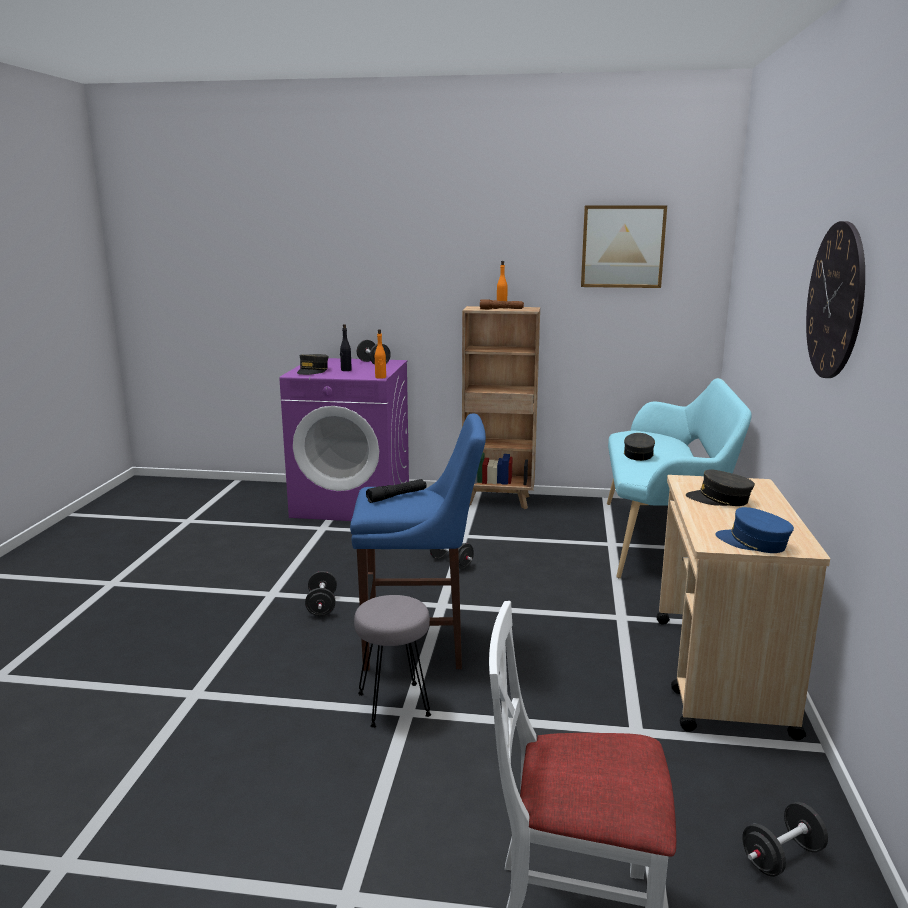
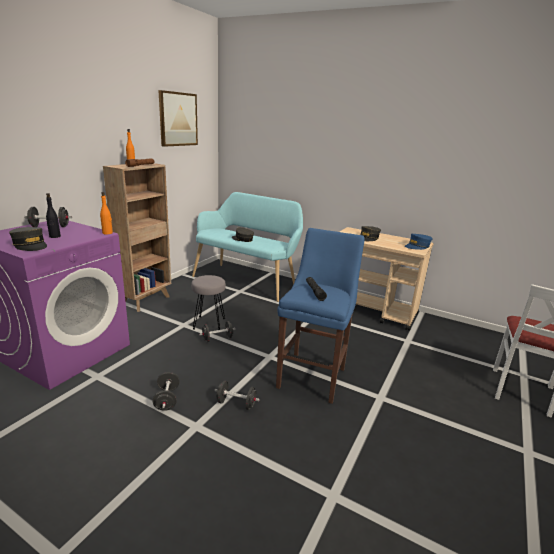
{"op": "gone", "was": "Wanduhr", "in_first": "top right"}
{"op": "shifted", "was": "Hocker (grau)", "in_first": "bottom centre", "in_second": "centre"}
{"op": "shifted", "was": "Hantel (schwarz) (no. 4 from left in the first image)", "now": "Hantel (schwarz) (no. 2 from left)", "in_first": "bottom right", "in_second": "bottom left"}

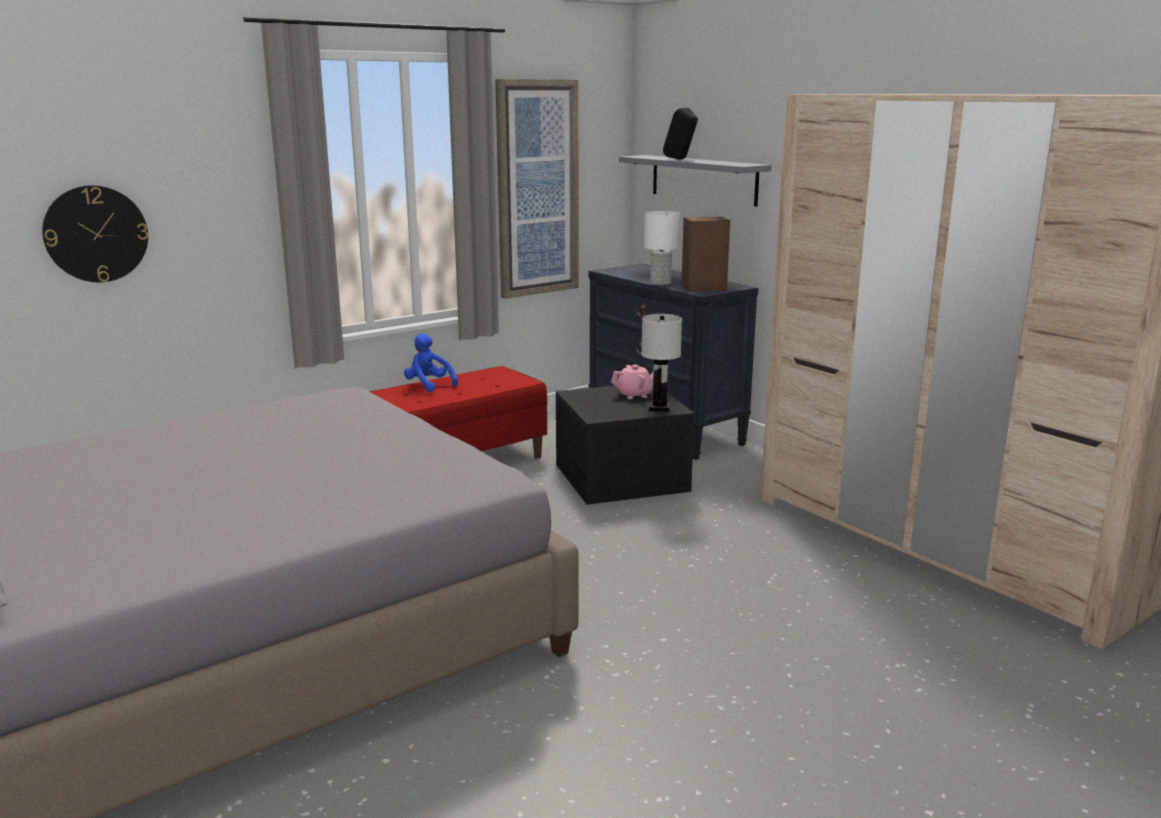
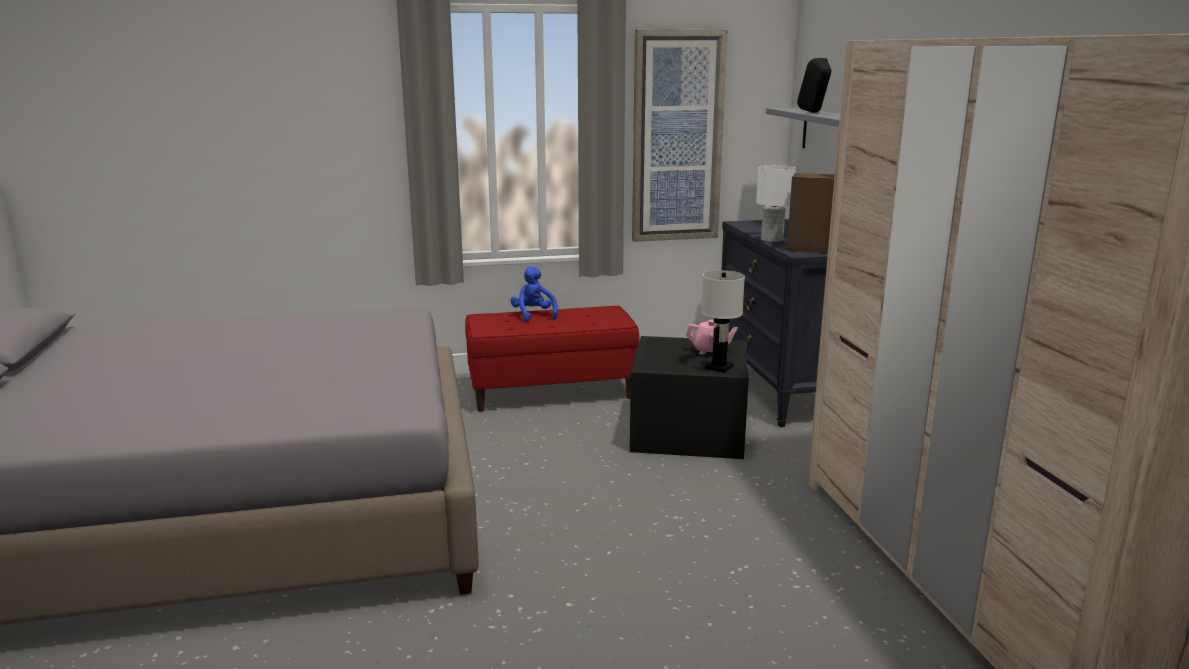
{"op": "gone", "was": "Wanduhr", "in_first": "top left"}

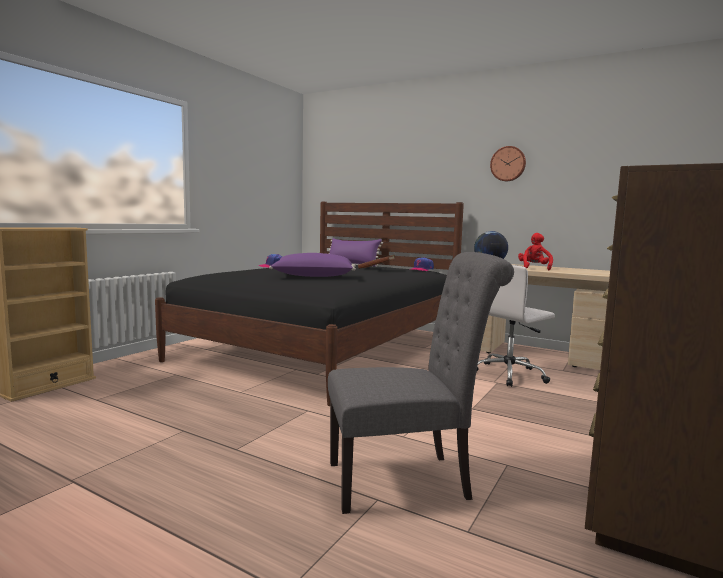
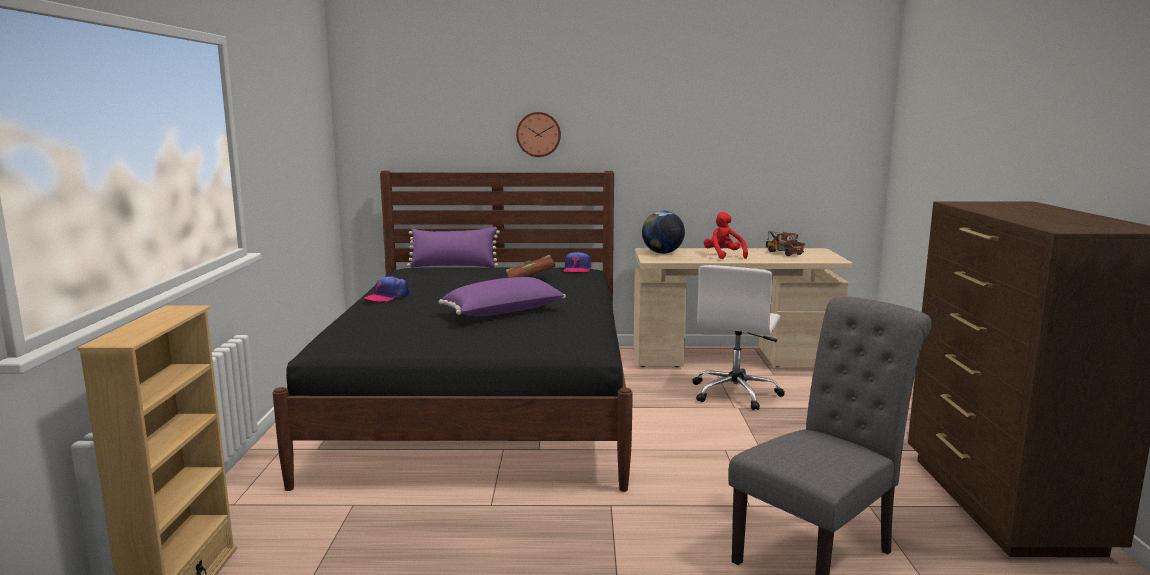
{"op": "new", "now": "Spielzeuglaster", "in_second": "middle right"}
{"op": "shifted", "was": "Wanduhr", "in_first": "top right", "in_second": "top centre"}

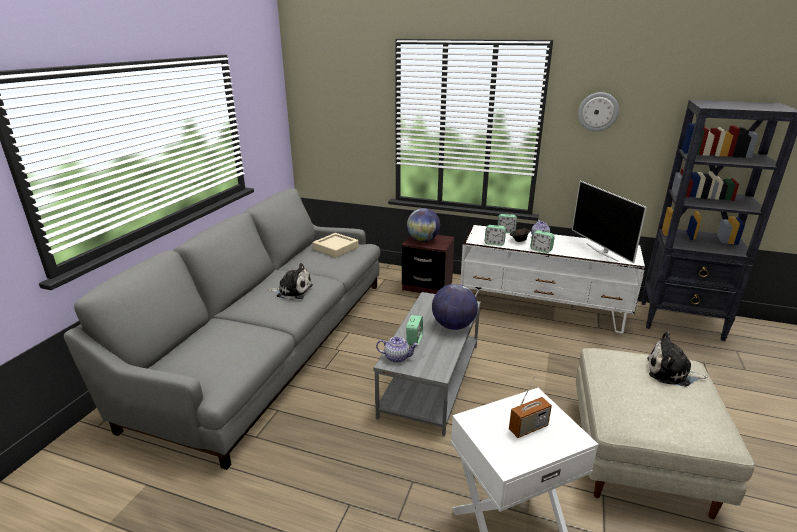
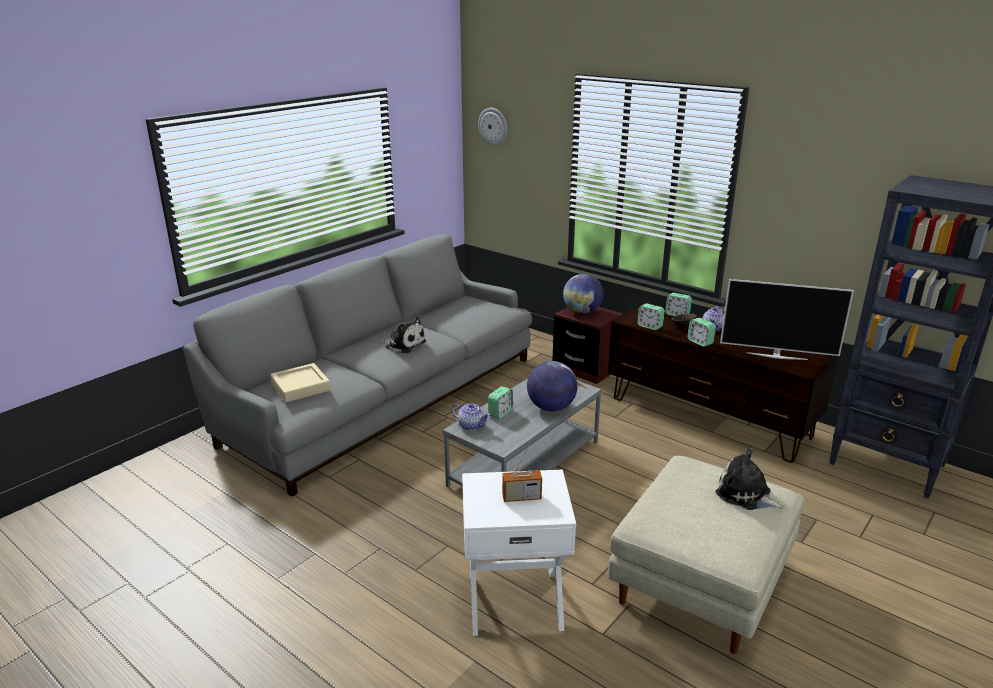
{"op": "shifted", "was": "Tablett (beige)", "in_first": "centre", "in_second": "middle left"}
{"op": "shifted", "was": "Wanduhr", "in_first": "top right", "in_second": "top centre"}
{"op": "repainted", "was": "Fernsehschrank (weiß)", "now": "Fernsehschrank (braun)", "in_first": "middle right", "in_second": "middle right"}
{"op": "rotated", "was": "Fernseher", "in_first": "middle right", "in_second": "middle right", "clockwise": -75}

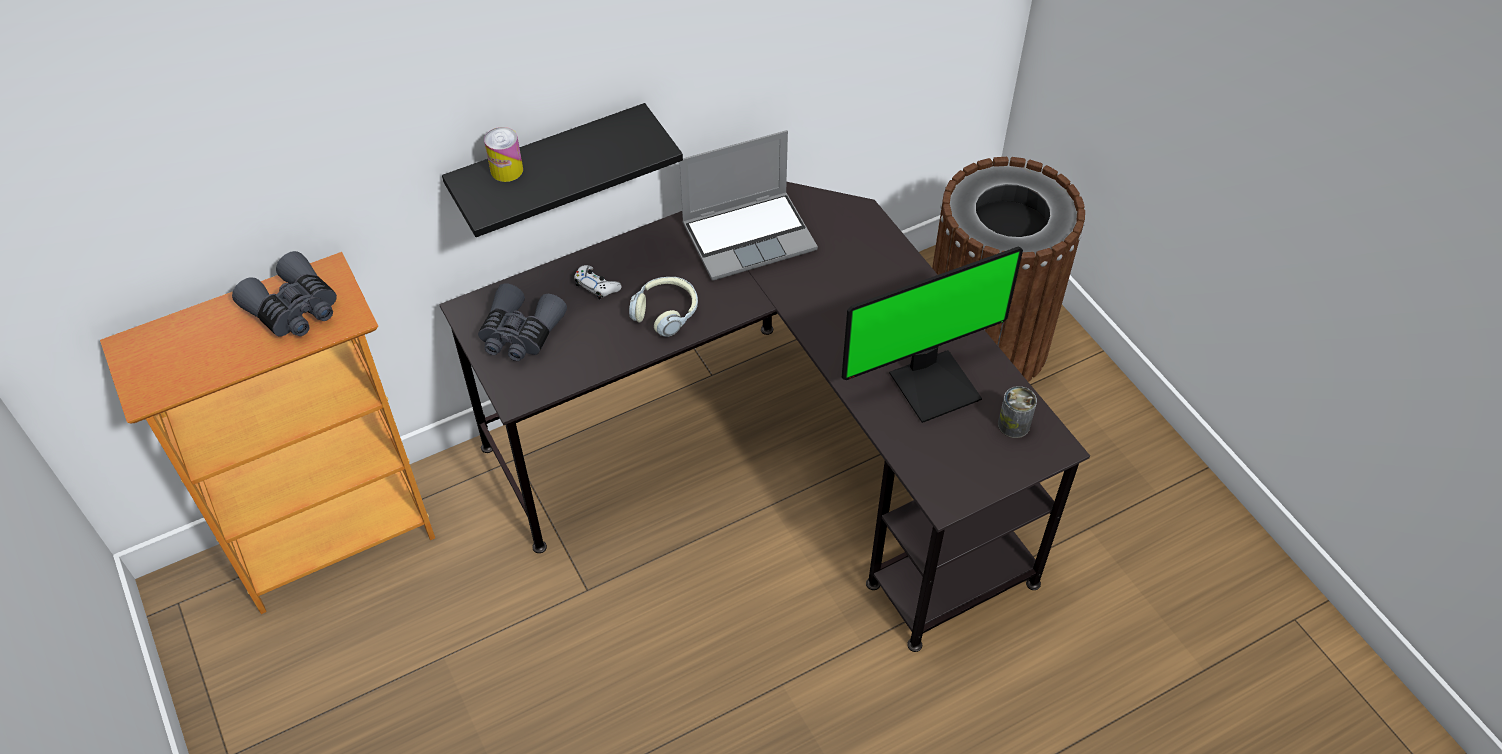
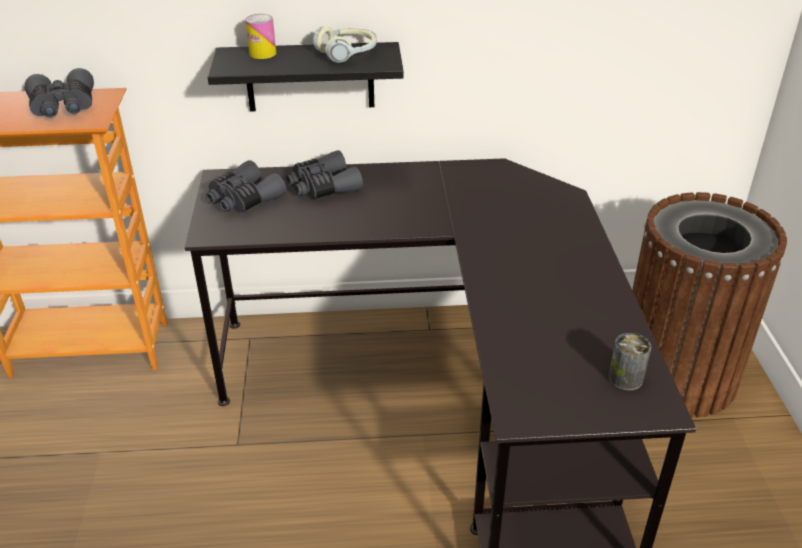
{"op": "gone", "was": "Laptop", "in_first": "top centre"}
{"op": "gone", "was": "Monitor", "in_first": "centre"}
{"op": "shifted", "was": "Kopfhörer", "in_first": "centre", "in_second": "top centre"}
{"op": "swapped", "was": "Gamepad (weiß)", "now": "Fernglas (grau) (no. 3 from left)", "in_first": "centre", "in_second": "top centre"}

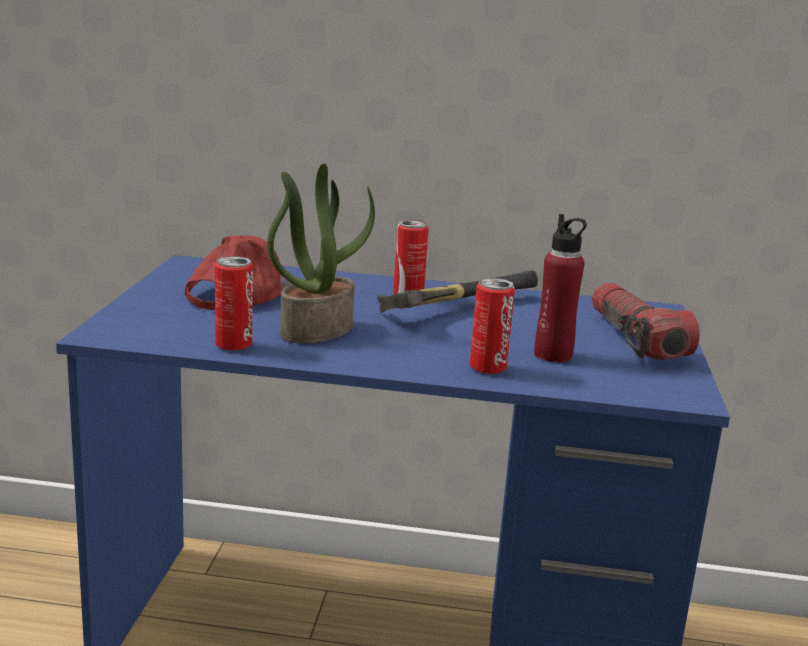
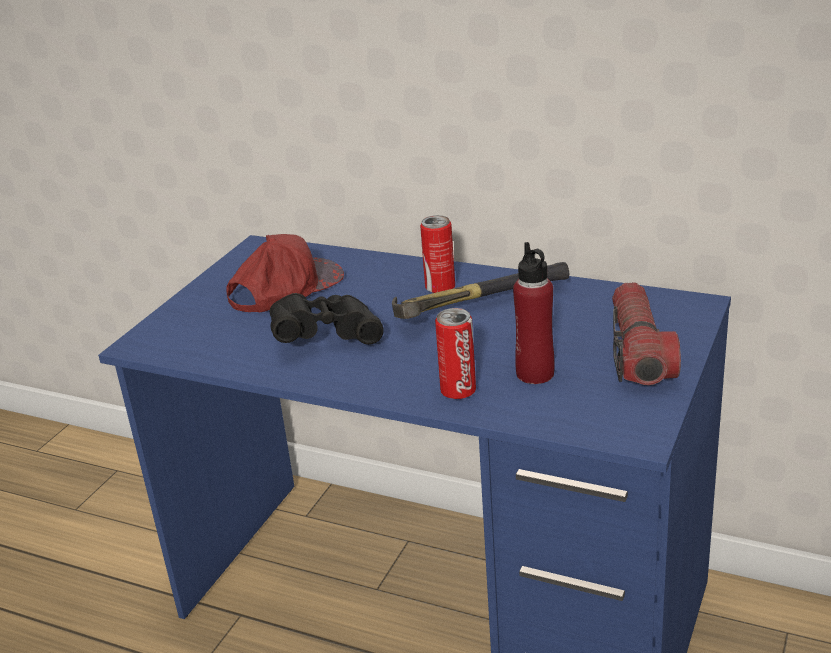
{"op": "gone", "was": "Dose (no. 1 from left)", "in_first": "middle left"}
{"op": "swapped", "was": "Topfpflanze", "now": "Fernglas (schwarz)", "in_first": "centre", "in_second": "centre"}

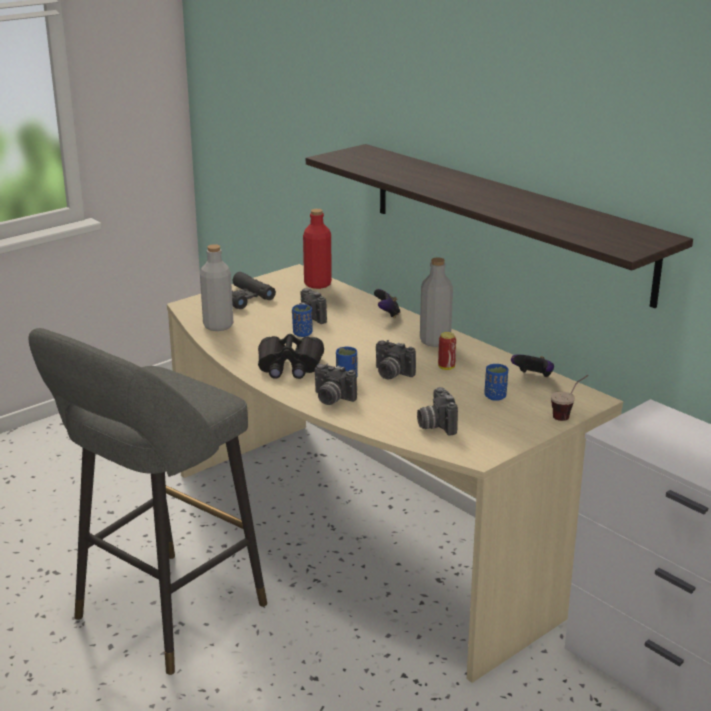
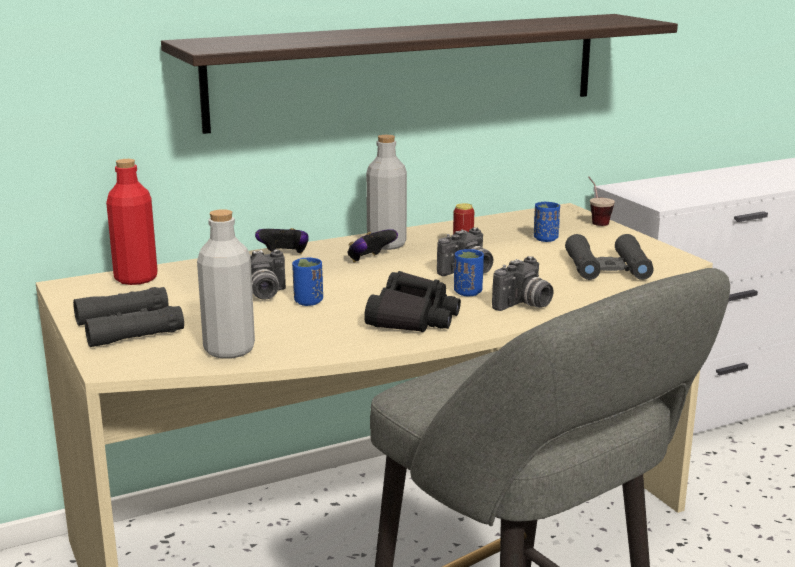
{"op": "shifted", "was": "Gamepad (no. 2 from left)", "in_first": "middle right", "in_second": "centre"}
{"op": "swapped", "was": "Kamera (no. 4 from left)", "now": "Fernglas (schwarz) (no. 3 from left)", "in_first": "centre", "in_second": "middle right"}

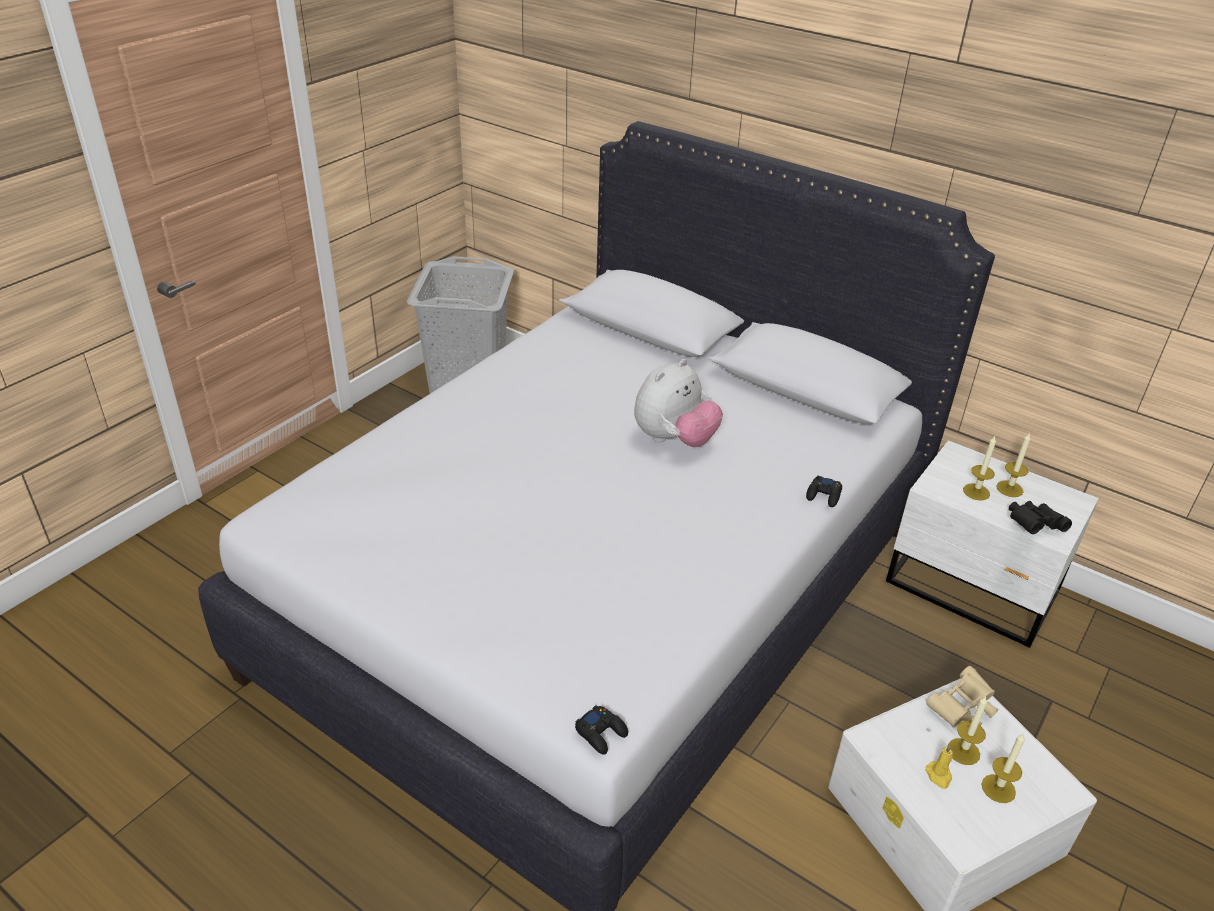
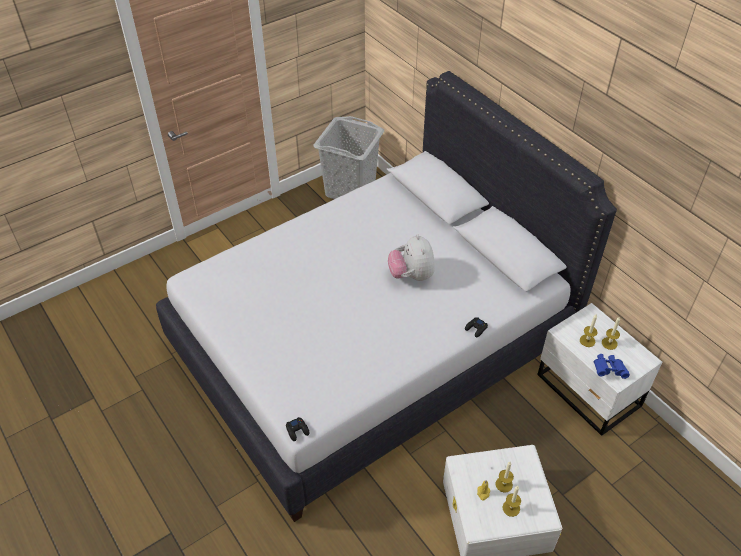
{"op": "gone", "was": "Fernglas (beige)", "in_first": "bottom right"}
{"op": "repainted", "was": "Fernglas (schwarz)", "now": "Fernglas (blau)", "in_first": "middle right", "in_second": "middle right"}
{"op": "rotated", "was": "Plüschtier", "in_first": "centre", "in_second": "centre", "clockwise": 105}

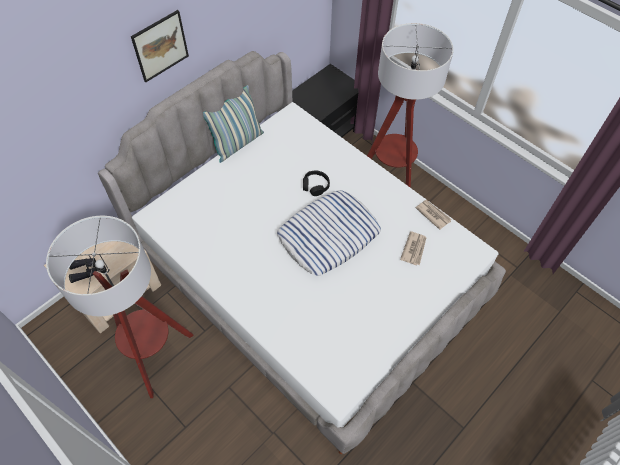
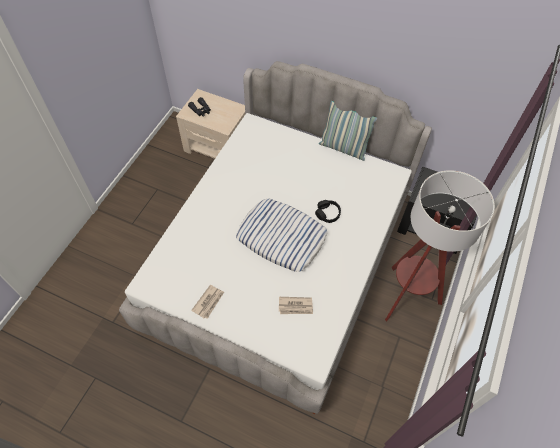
{"op": "gone", "was": "Stehlampe (no. 1 from left)", "in_first": "middle left"}
{"op": "gone", "was": "Bild", "in_first": "top left"}
{"op": "shifted", "was": "Zeitung (no. 2 from left in the first image)", "now": "Zeitung (no. 1 from left)", "in_first": "middle right", "in_second": "bottom centre"}

